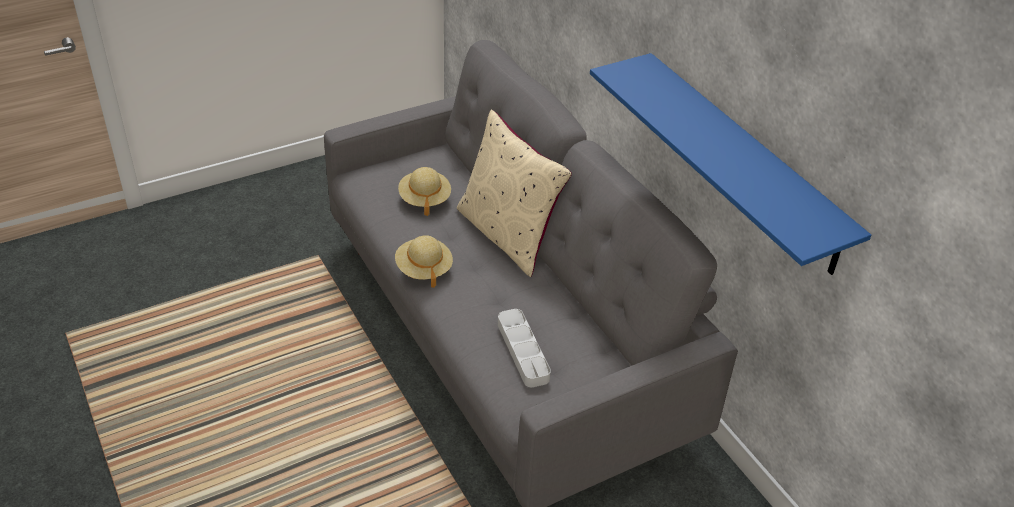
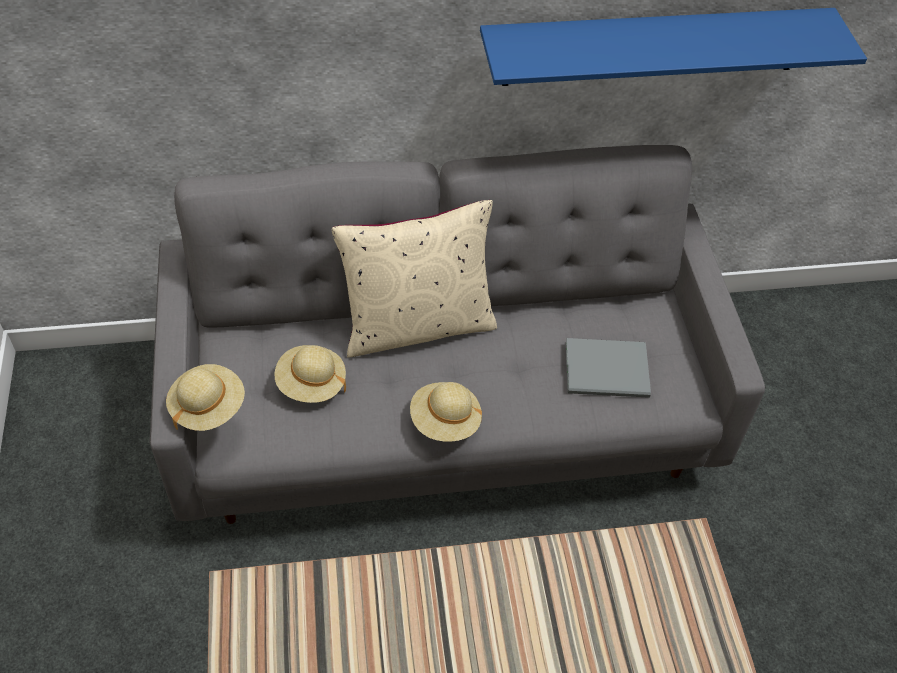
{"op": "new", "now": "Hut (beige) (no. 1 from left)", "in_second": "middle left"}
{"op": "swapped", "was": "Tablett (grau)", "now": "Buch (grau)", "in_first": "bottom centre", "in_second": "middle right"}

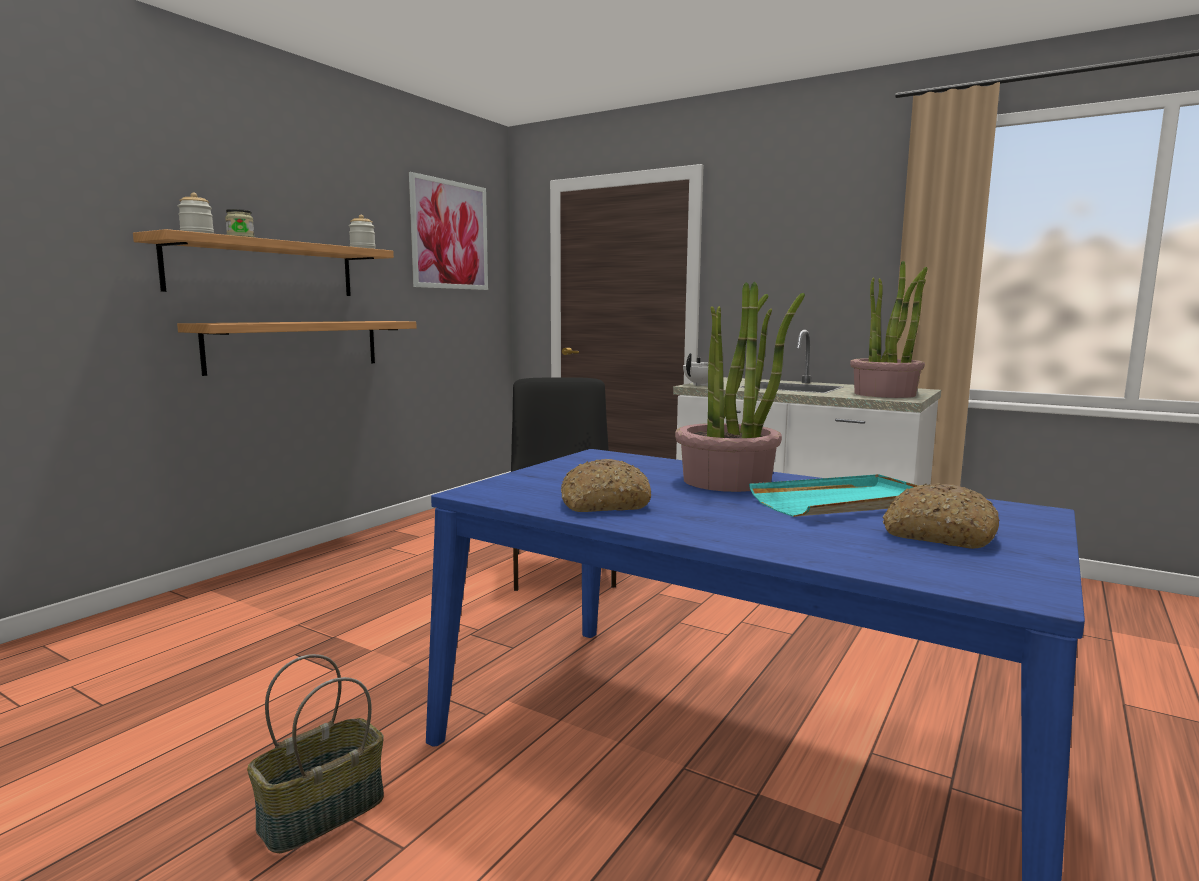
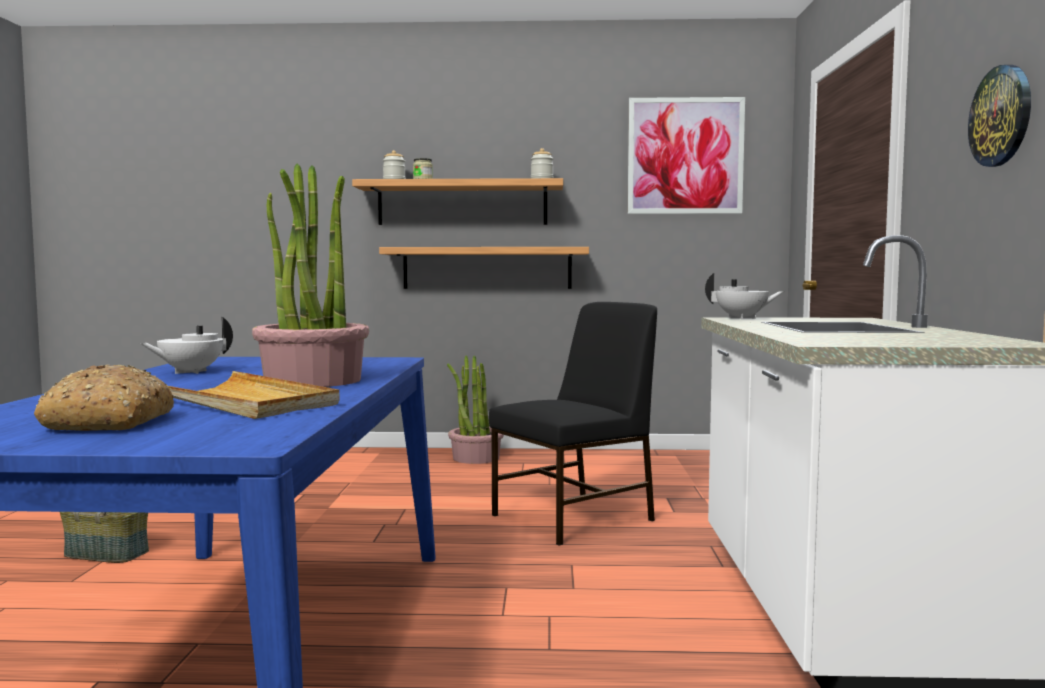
{"op": "new", "now": "Wanduhr", "in_second": "top right"}
{"op": "shifted", "was": "Topfpflanze (no. 2 from left)", "in_first": "middle right", "in_second": "centre"}
{"op": "swapped", "was": "Brot (no. 1 from left)", "now": "Teekanne (weiß) (no. 1 from left)", "in_first": "centre", "in_second": "middle left"}
{"op": "repainted", "was": "Tablett (türkis)", "now": "Tablett (beige)", "in_first": "middle right", "in_second": "middle left"}

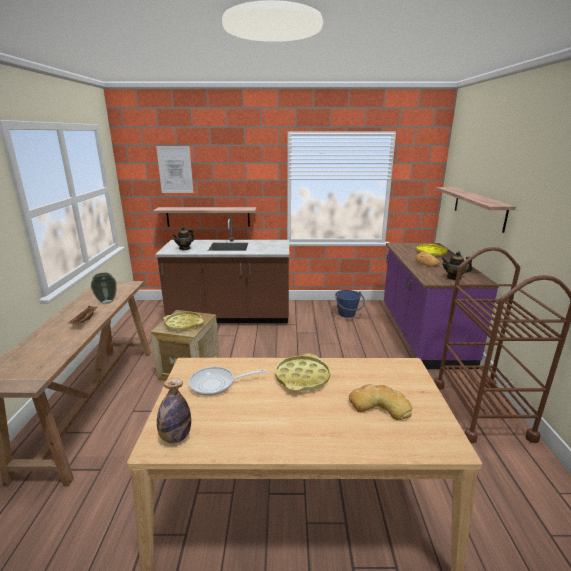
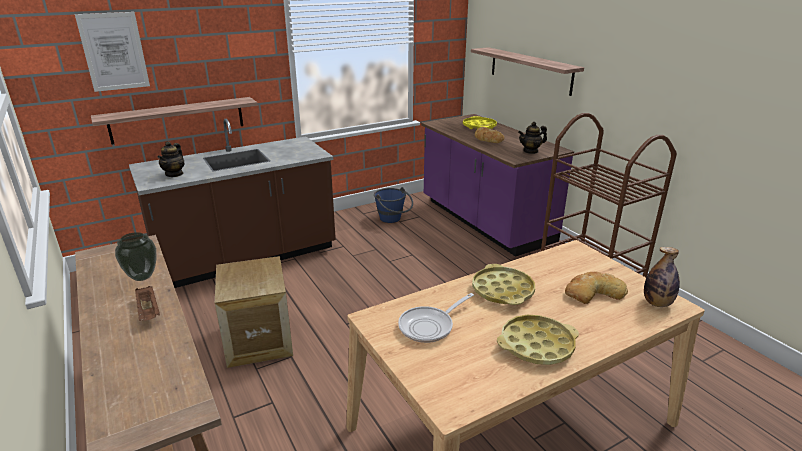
{"op": "shifted", "was": "Flasche", "in_first": "bottom left", "in_second": "middle right"}
{"op": "shifted", "was": "Tablett (gelb) (no. 1 from left in the first image)", "now": "Tablett (gelb) (no. 3 from left)", "in_first": "middle left", "in_second": "bottom right"}

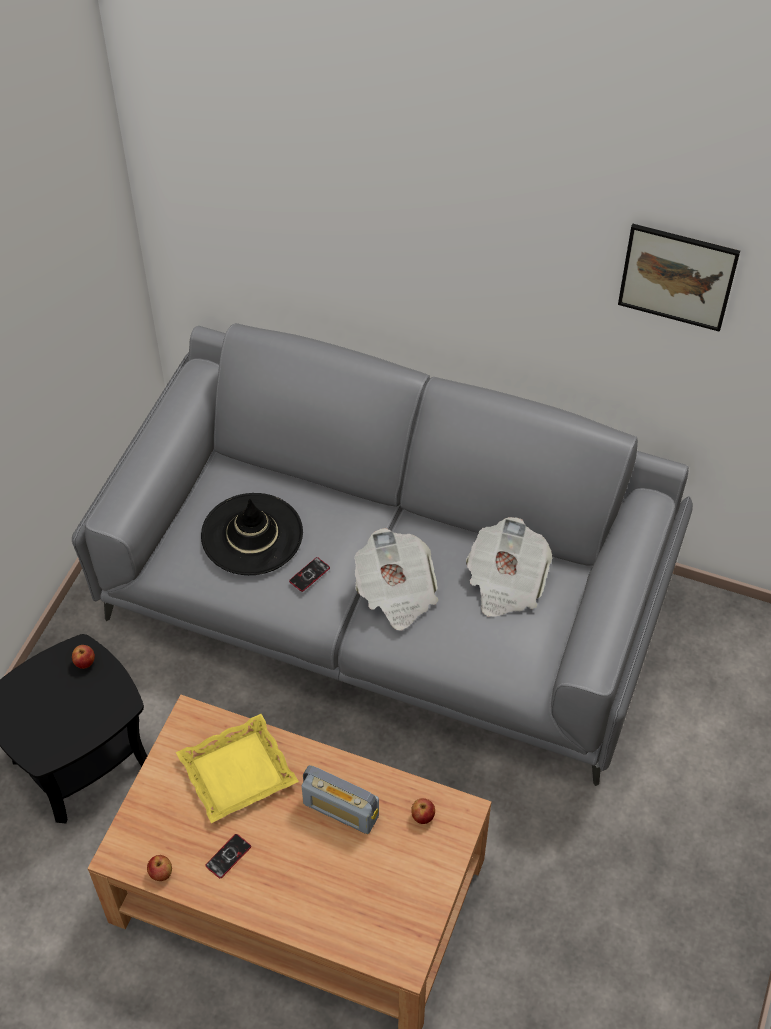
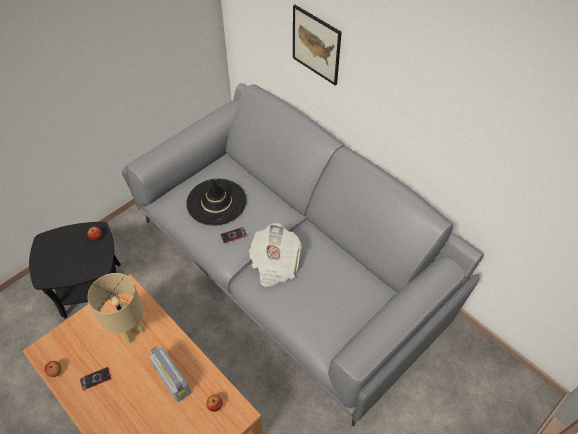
{"op": "gone", "was": "Zeitung (no. 2 from left)", "in_first": "centre"}
{"op": "shifted", "was": "Bild", "in_first": "top right", "in_second": "top centre"}
{"op": "swapped", "was": "Tablett (gelb)", "now": "Tischlampe (beige)", "in_first": "bottom left", "in_second": "bottom left"}

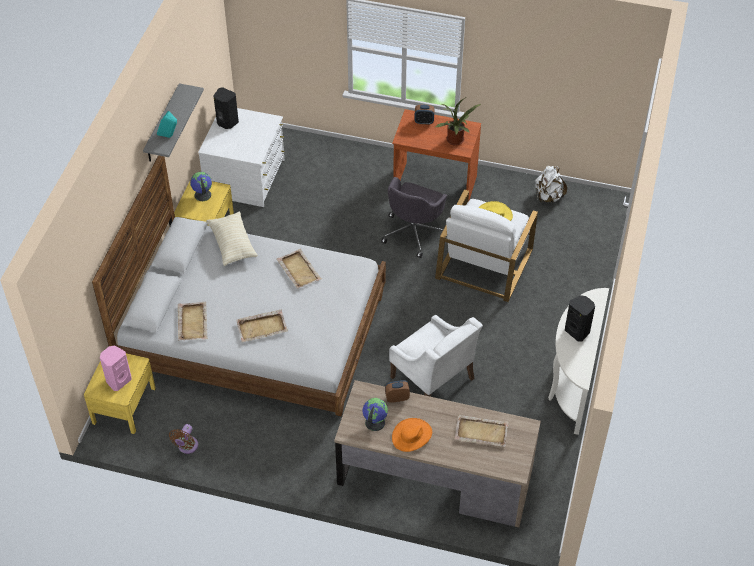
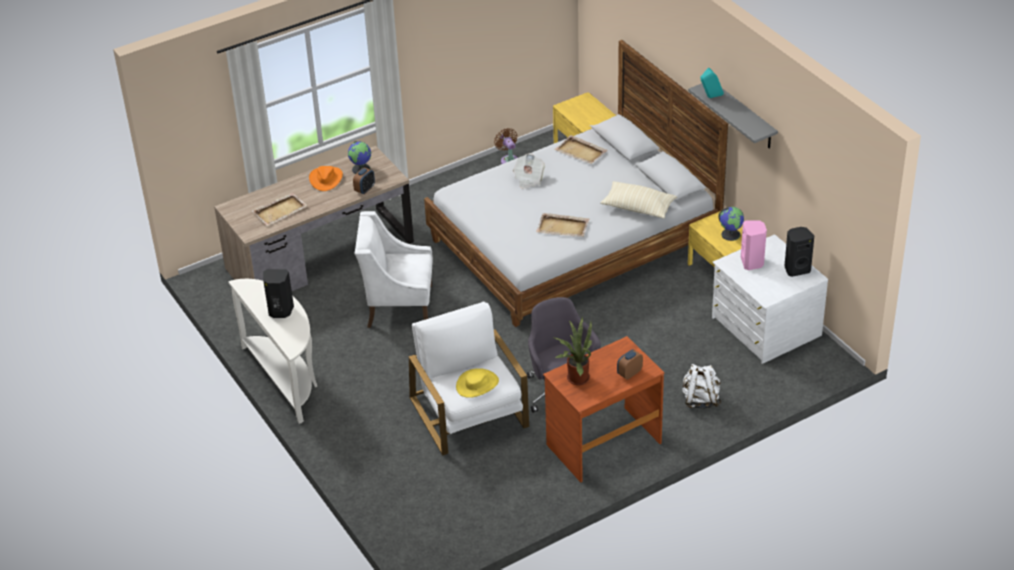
{"op": "shifted", "was": "Lautsprecher (rosa)", "in_first": "middle left", "in_second": "middle right"}
{"op": "shifted", "was": "Rucksack (weiß)", "in_first": "top right", "in_second": "bottom right"}
{"op": "swapped", "was": "Tablett (beige) (no. 2 from left)", "now": "Zeitung", "in_first": "centre", "in_second": "top centre"}

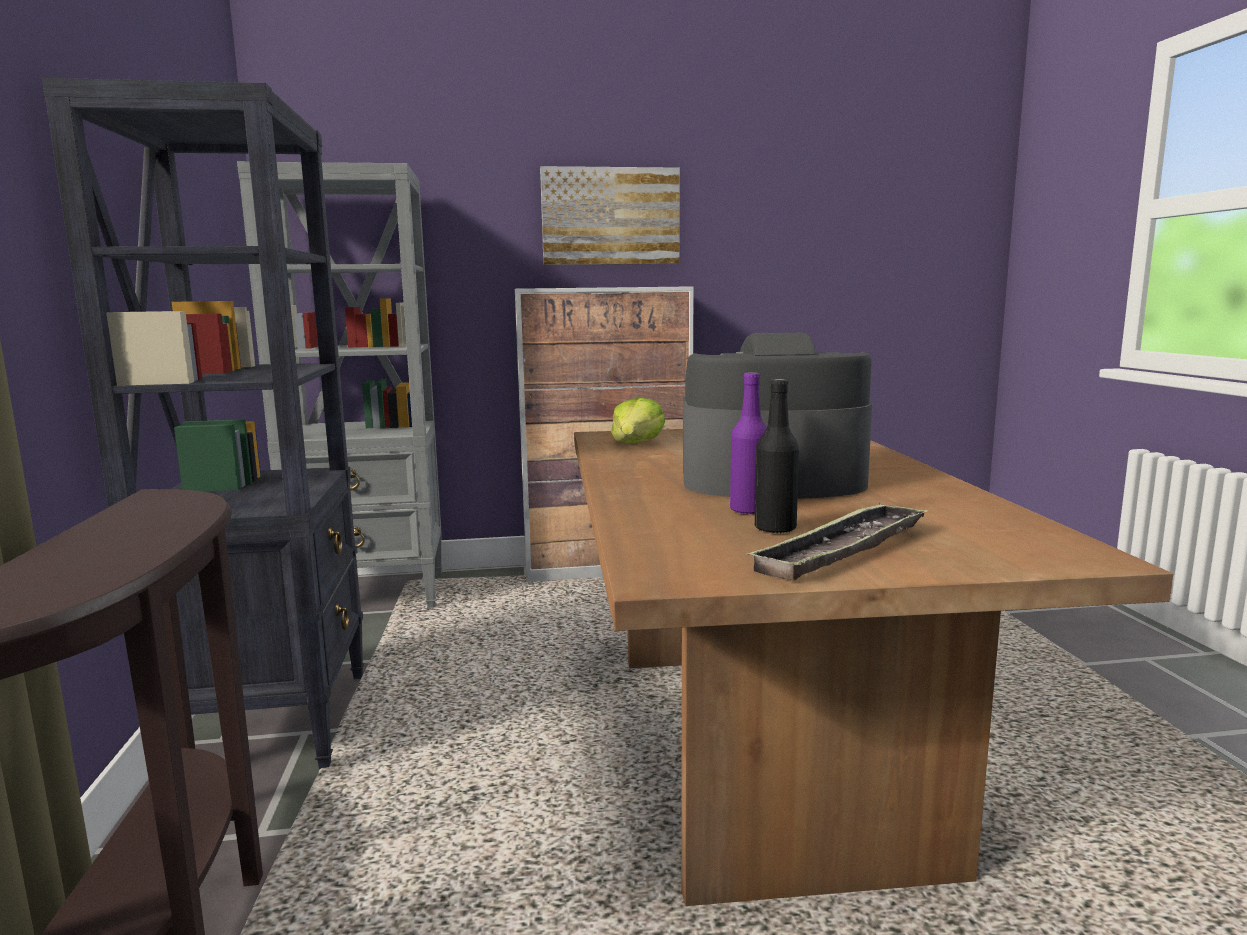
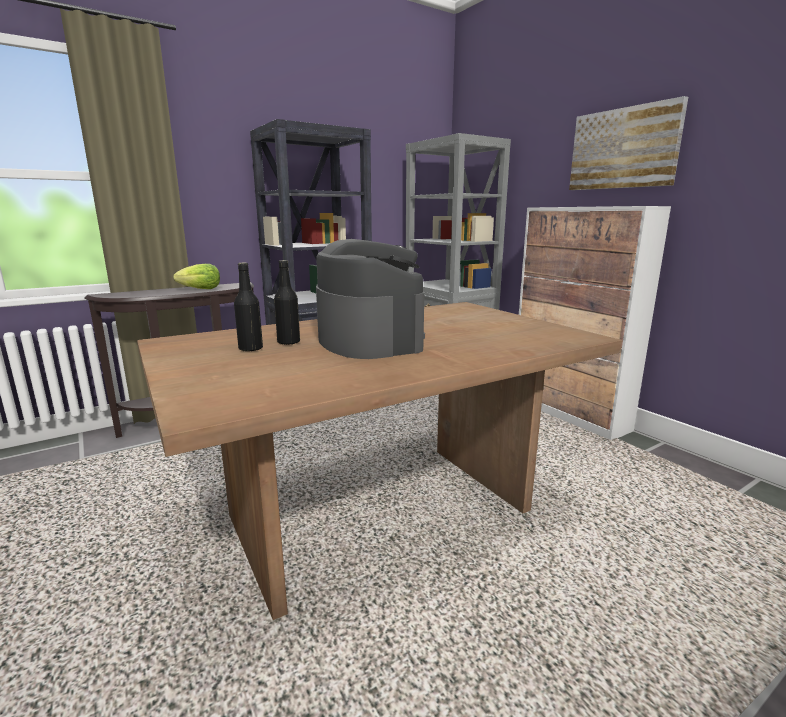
{"op": "gone", "was": "Tablett", "in_first": "middle right"}
{"op": "shifted", "was": "Salatkopf", "in_first": "centre", "in_second": "middle left"}
{"op": "repainted", "was": "Flasche (lila)", "now": "Flasche (schwarz) (no. 2 from left)", "in_first": "centre", "in_second": "centre"}

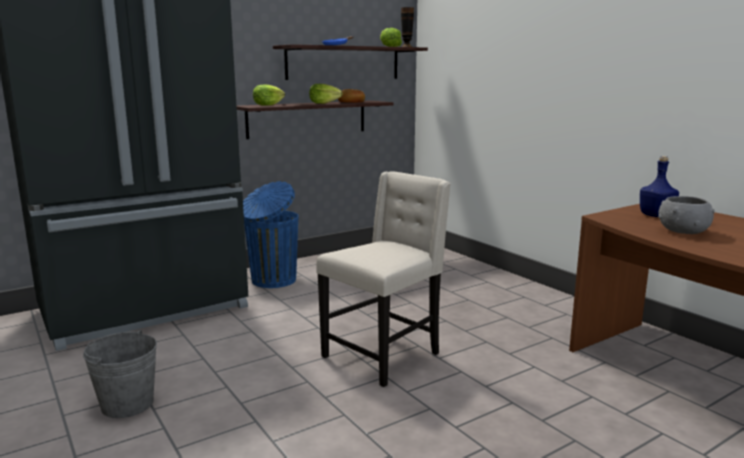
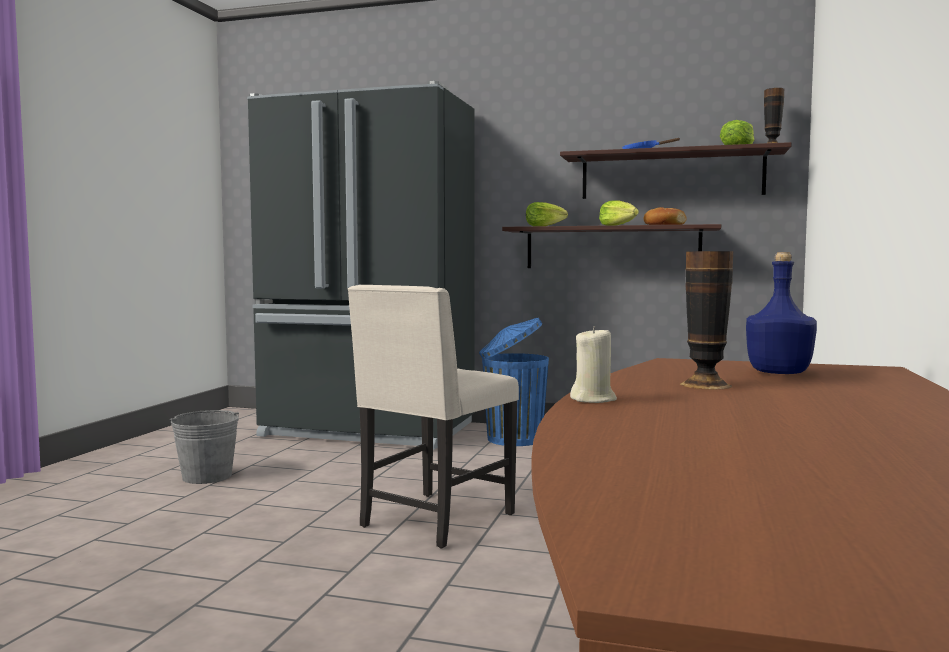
{"op": "new", "now": "Kerze (beige)", "in_second": "centre"}
{"op": "swapped", "was": "Schüssel (grau)", "now": "Vase (no. 1 from left)", "in_first": "middle right", "in_second": "middle right"}
{"op": "rotated", "was": "Stuhl (beige)", "in_first": "centre", "in_second": "centre", "clockwise": 120}

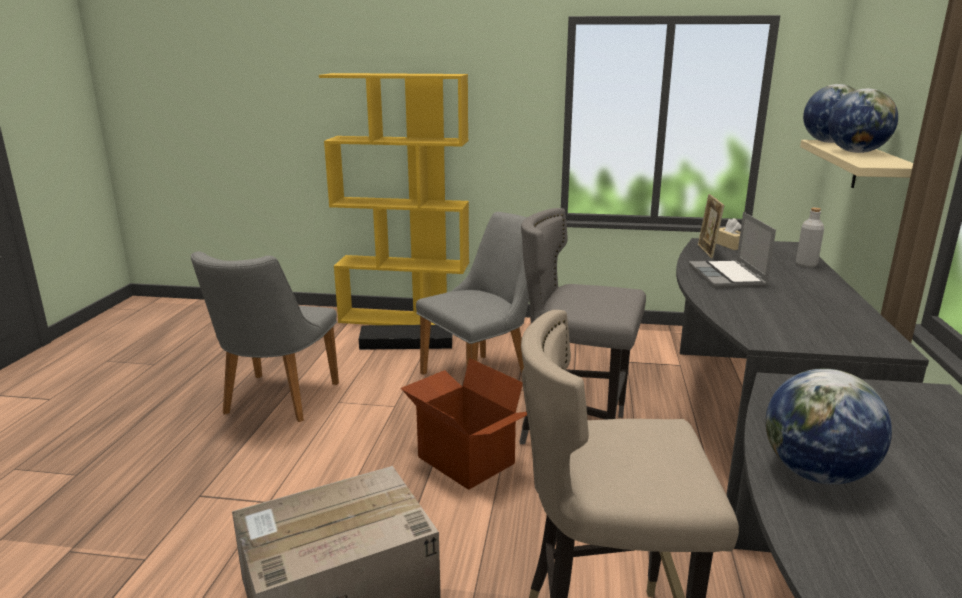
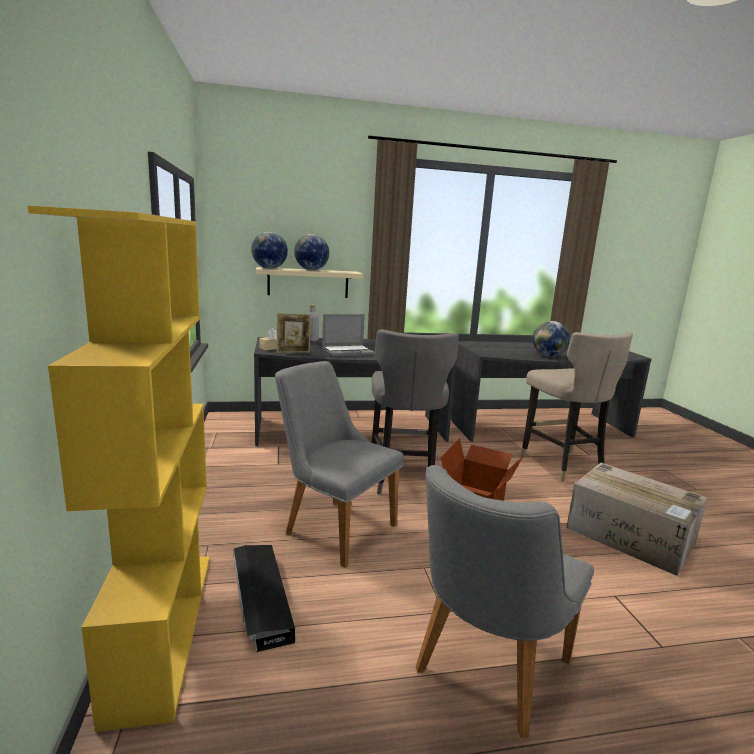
{"op": "rotated", "was": "Stuhl (grau) (no. 1 from left in the first image)", "in_first": "middle left", "in_second": "bottom right", "clockwise": 135}

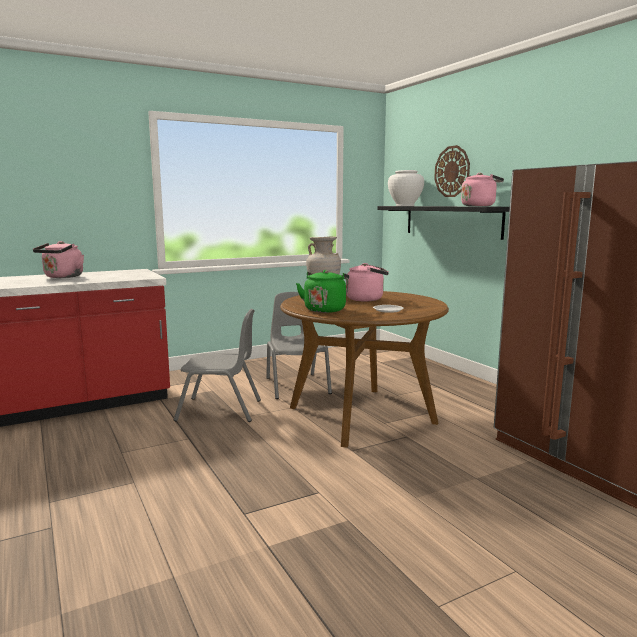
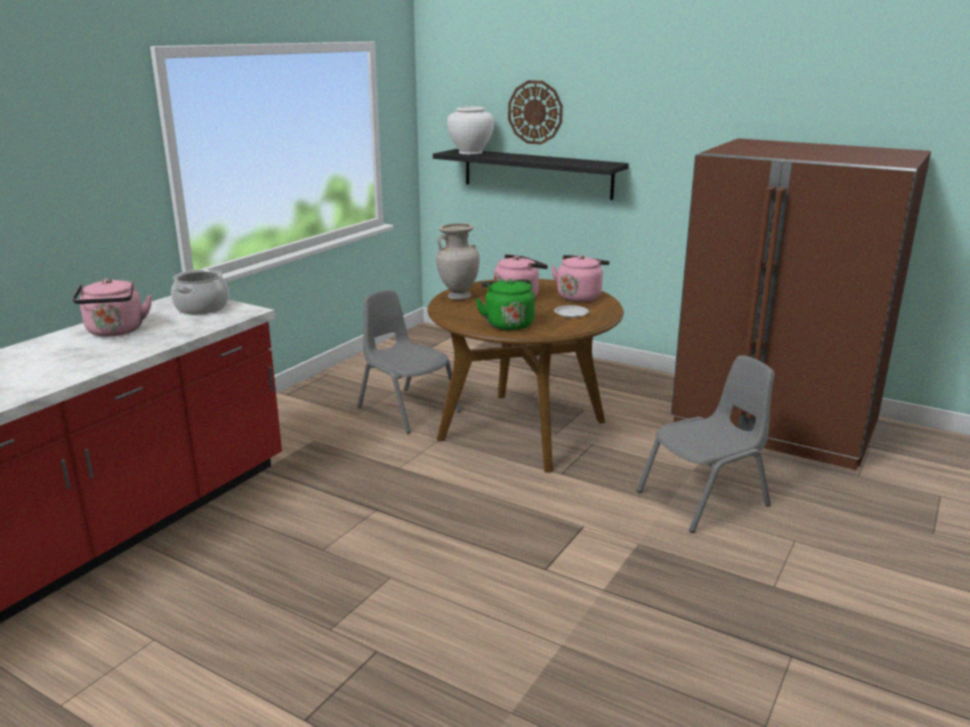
{"op": "new", "now": "Kochtopf", "in_second": "middle left"}
{"op": "shifted", "was": "Stuhl (grau) (no. 1 from left in the first image)", "now": "Stuhl (grau) (no. 2 from left)", "in_first": "centre", "in_second": "middle right"}
{"op": "shifted", "was": "Wasserkessel (rosa) (no. 3 from left)", "in_first": "top right", "in_second": "centre"}

